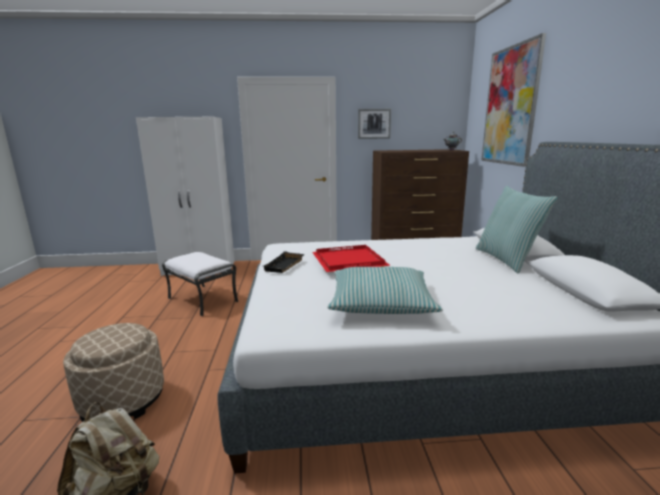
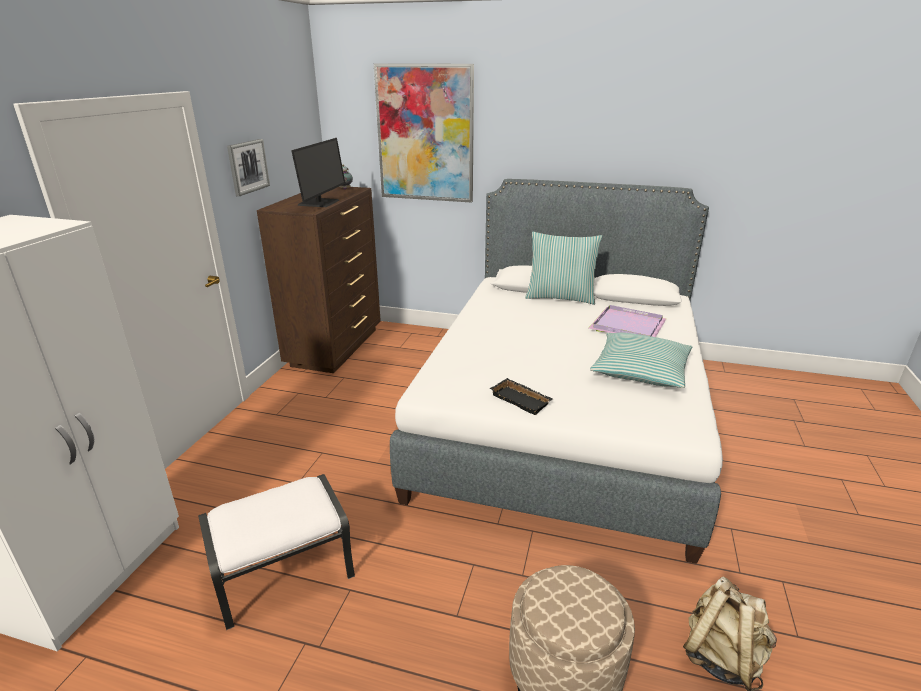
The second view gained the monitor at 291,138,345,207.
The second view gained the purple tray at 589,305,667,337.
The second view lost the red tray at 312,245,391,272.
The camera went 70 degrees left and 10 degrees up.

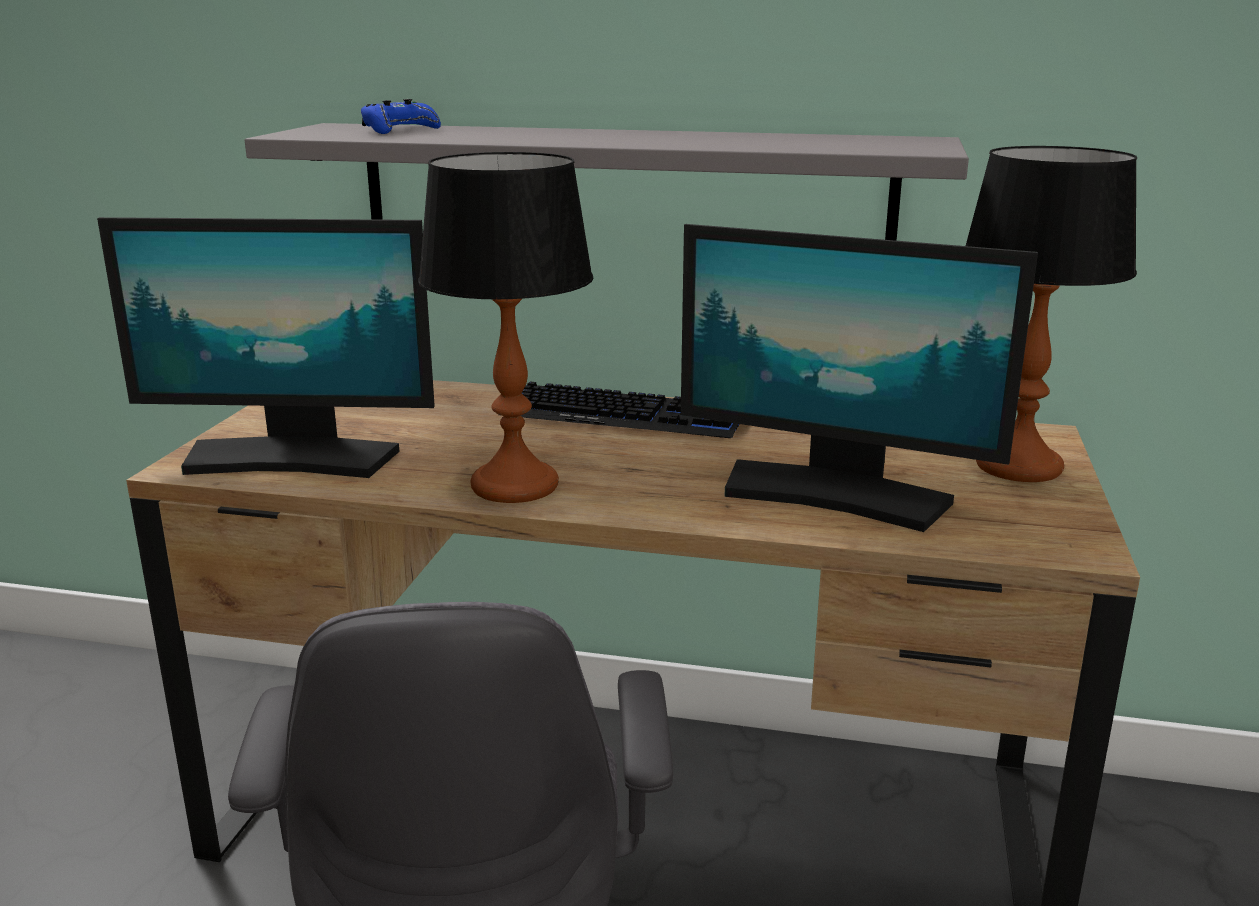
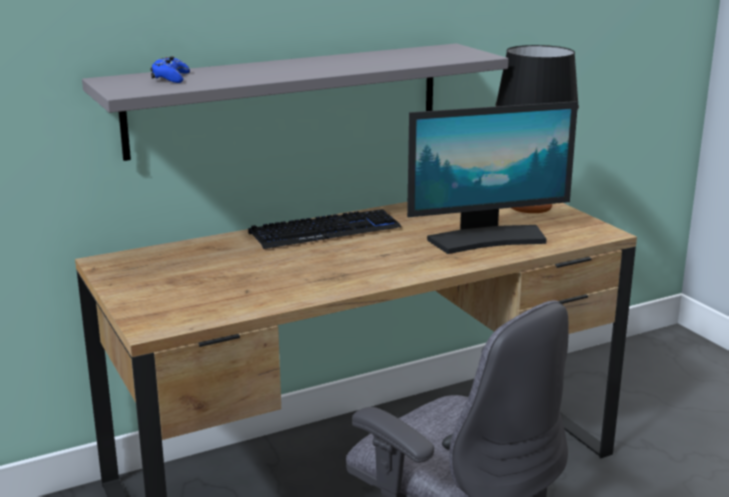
The second view lost the monitor at 97,217,435,478.
The second view lost the table lamp at 418,152,593,503.
The camera went 40 degrees left and 0 degrees up.

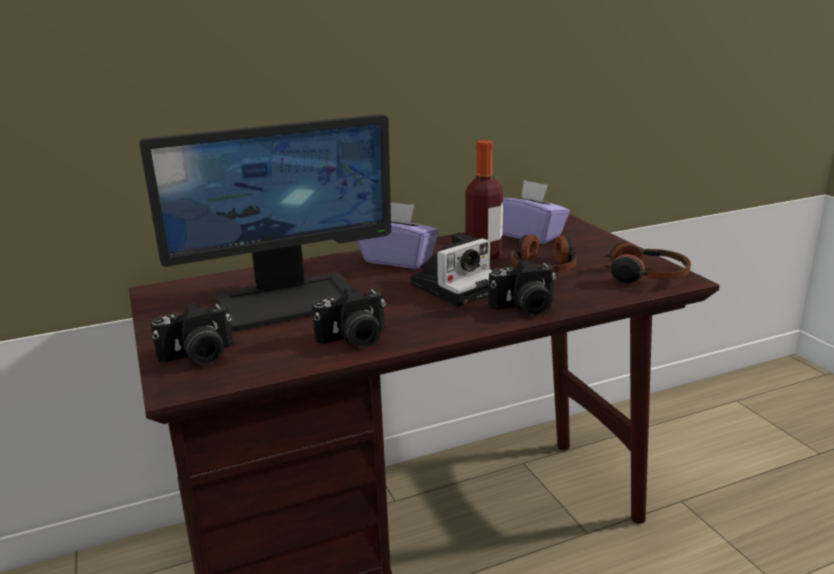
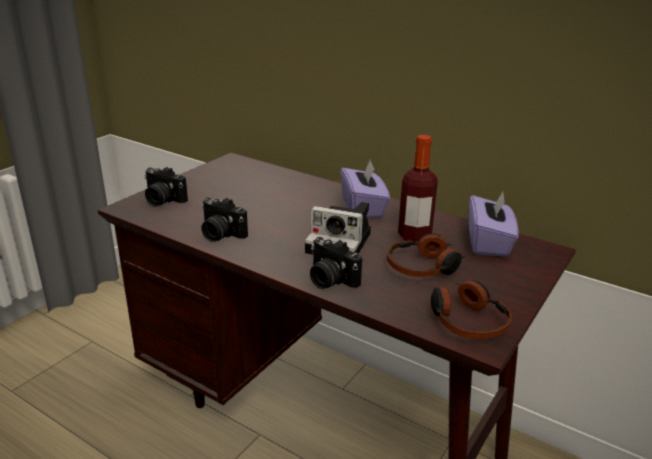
The second view lost the monitor at 139,114,391,331.
The camera went 55 degrees right and 5 degrees up.

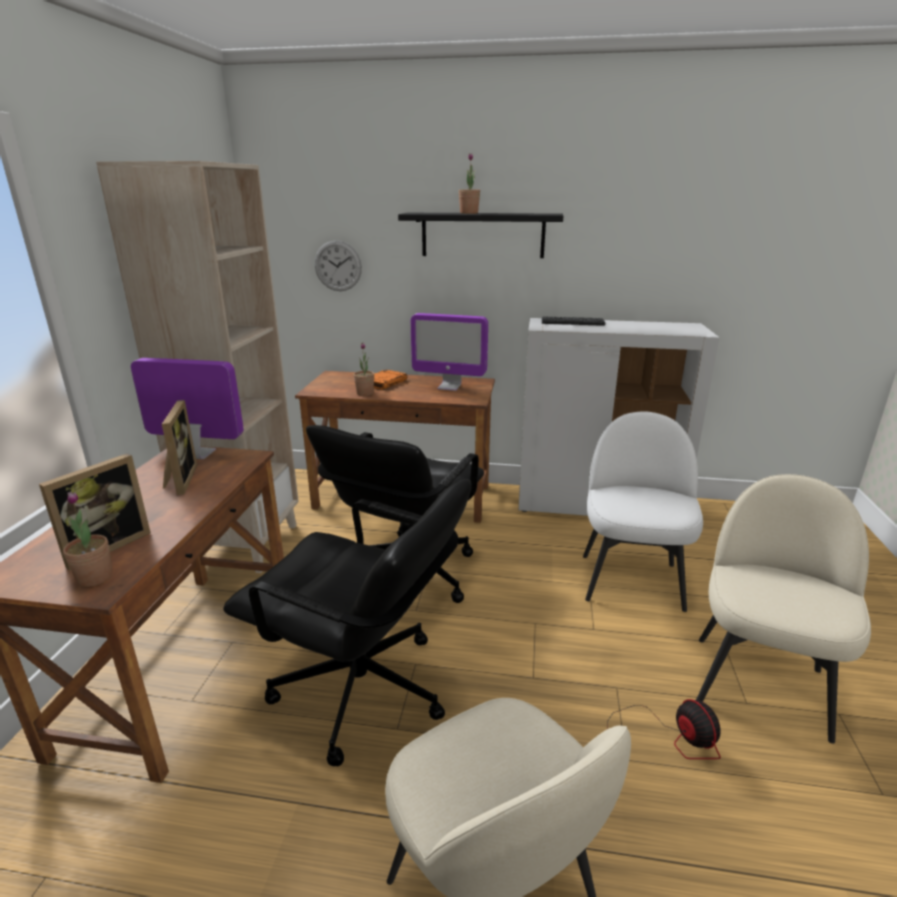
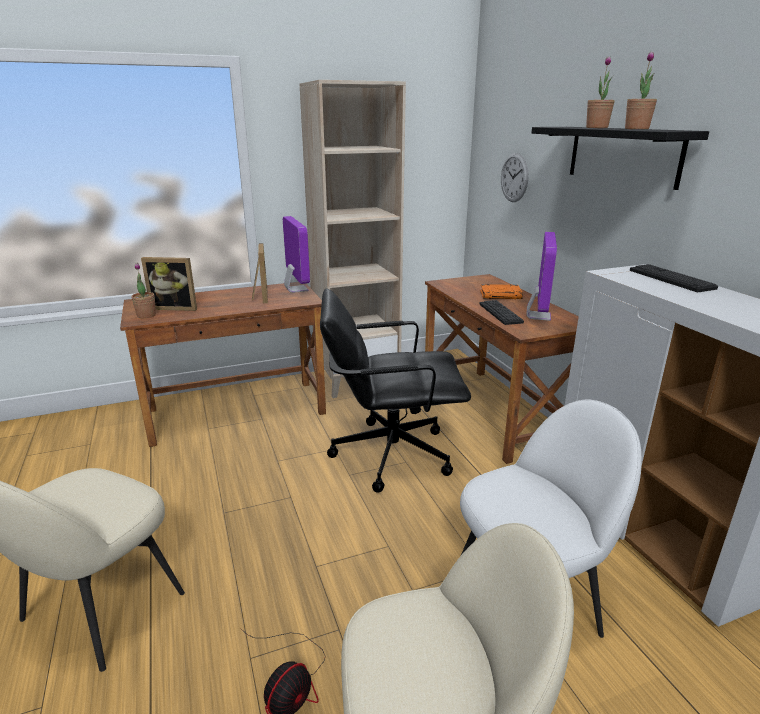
The picture frame at 162,400,197,495 ended up facing another way, 60 degrees counterclockwise from before.
The second view gained the keyboard at 479,300,524,325.
The monitor at 411,313,488,391 ended up facing another way, 150 degrees counterclockwise from before.
The potted plant ended up elsewhere, having gone from 354,343,374,396 to 625,51,657,129.
The second view lost the black office chair at 223,479,471,766.
The camera went 60 degrees right and 0 degrees up.

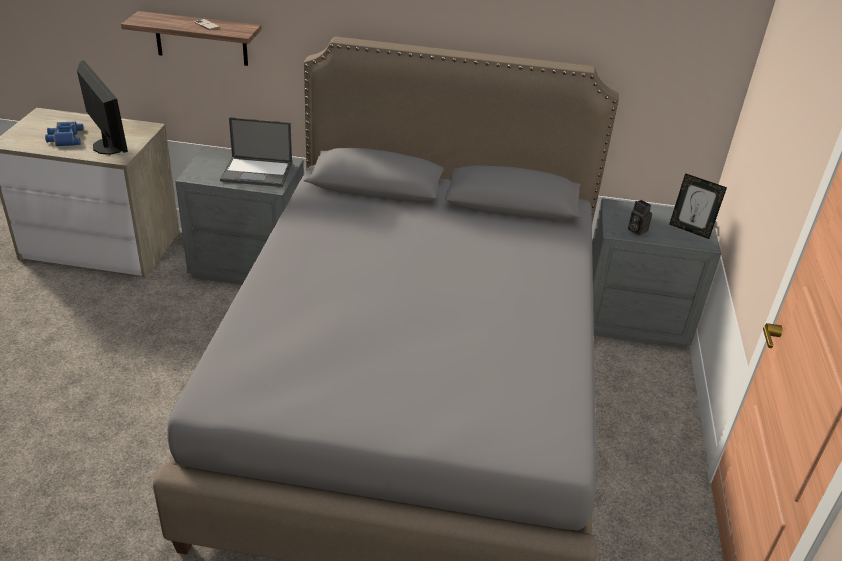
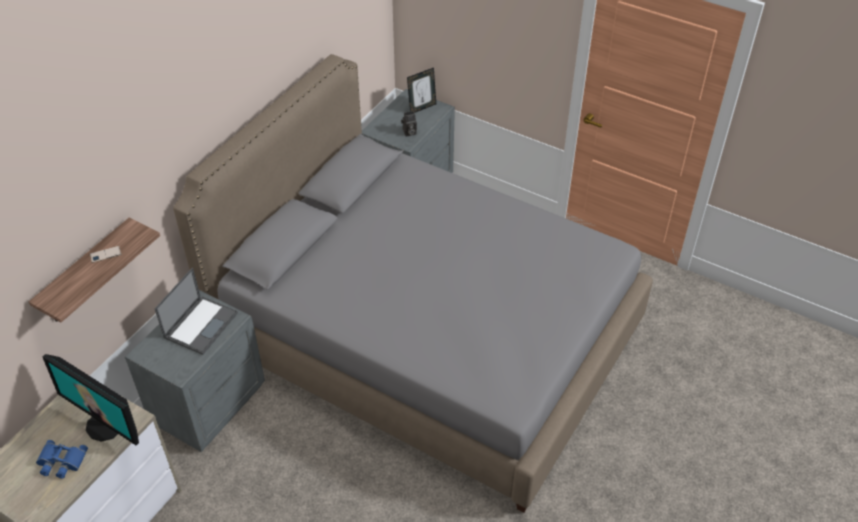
The monitor at 77,60,128,155 ended up facing another way, 135 degrees counterclockwise from before.
The camera went 65 degrees left and 10 degrees up.

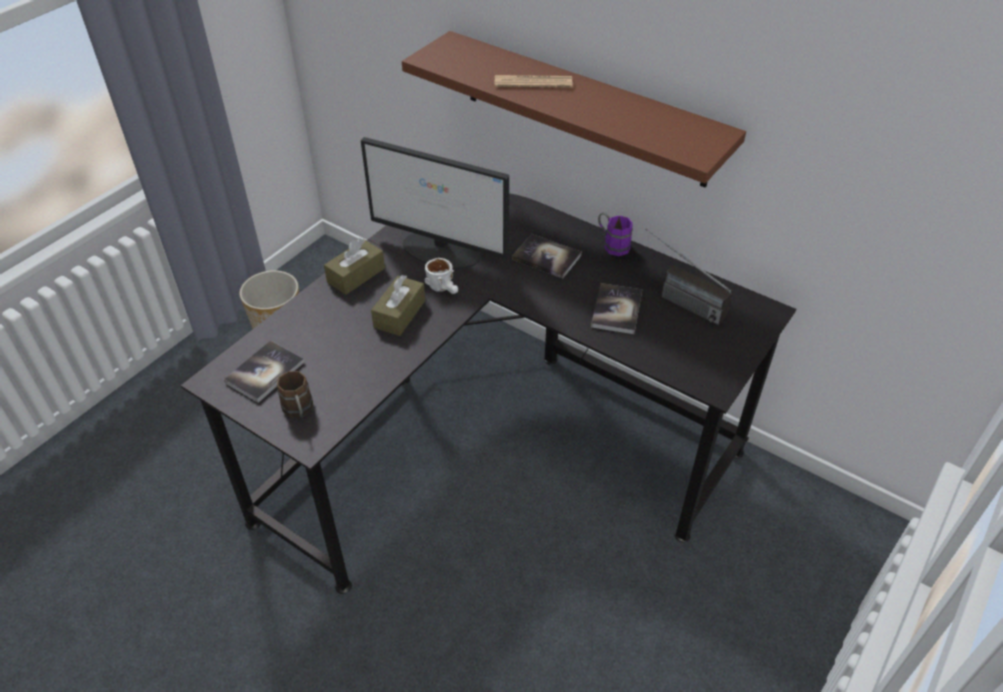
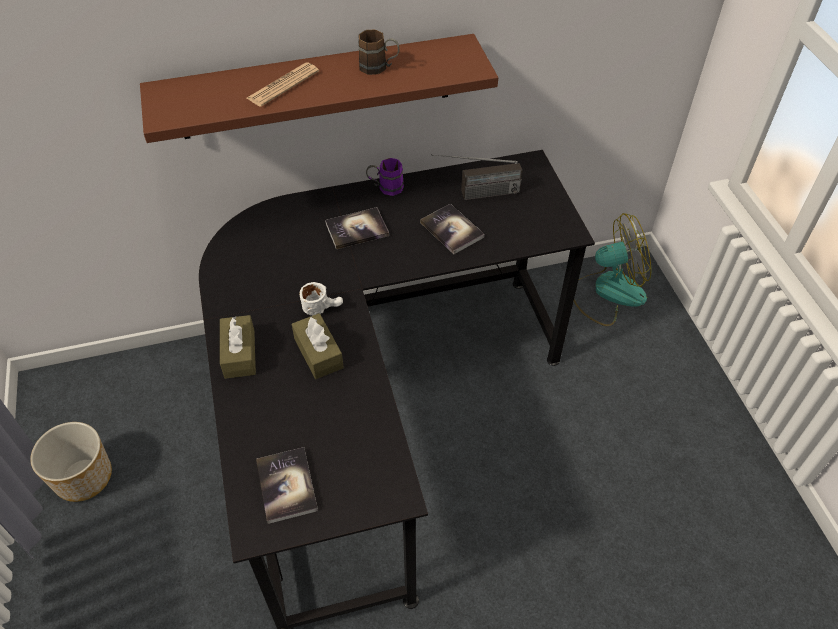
The brown mug ended up elsewhere, having gone from 277,371,313,418 to 358,29,400,75.
The second view gained the fan at 574,213,651,326.
The second view lost the monitor at 361,137,509,269.
The camera went 50 degrees left and 5 degrees up.

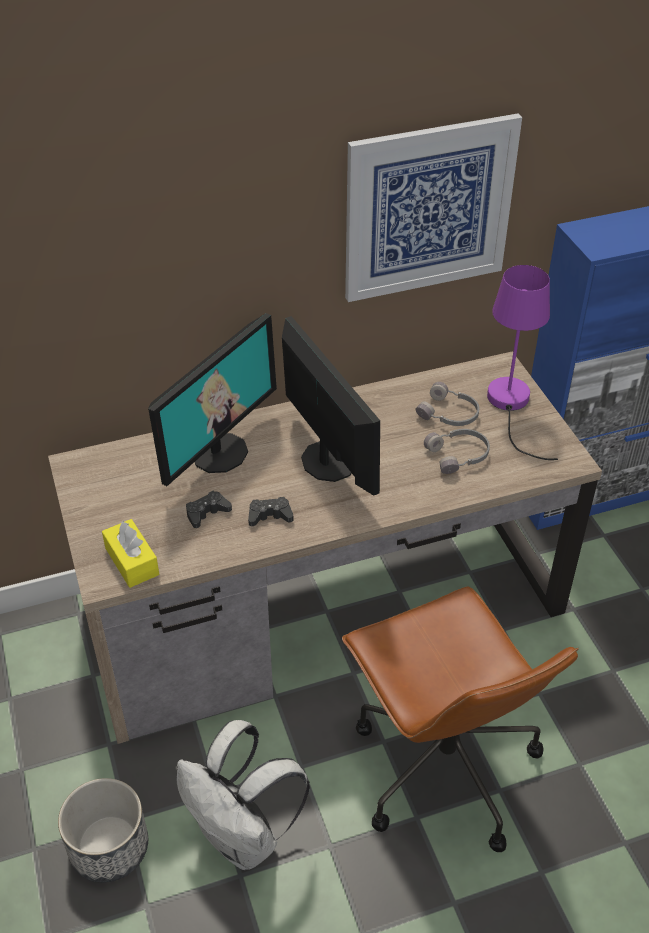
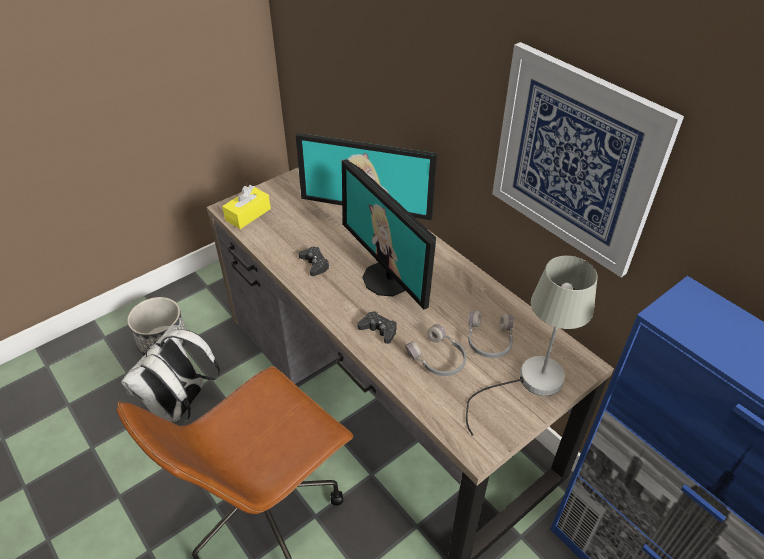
The monitor at 282,316,380,496 ended up facing another way, 105 degrees clockwise from before.
The black game controller ended up elsewhere, having gone from 186,491,232,528 to 358,311,397,344.
What was the purple table lamp at 487,265,558,460 turned into the grey table lamp at 466,256,597,436.
The camera went 70 degrees right and 0 degrees up.

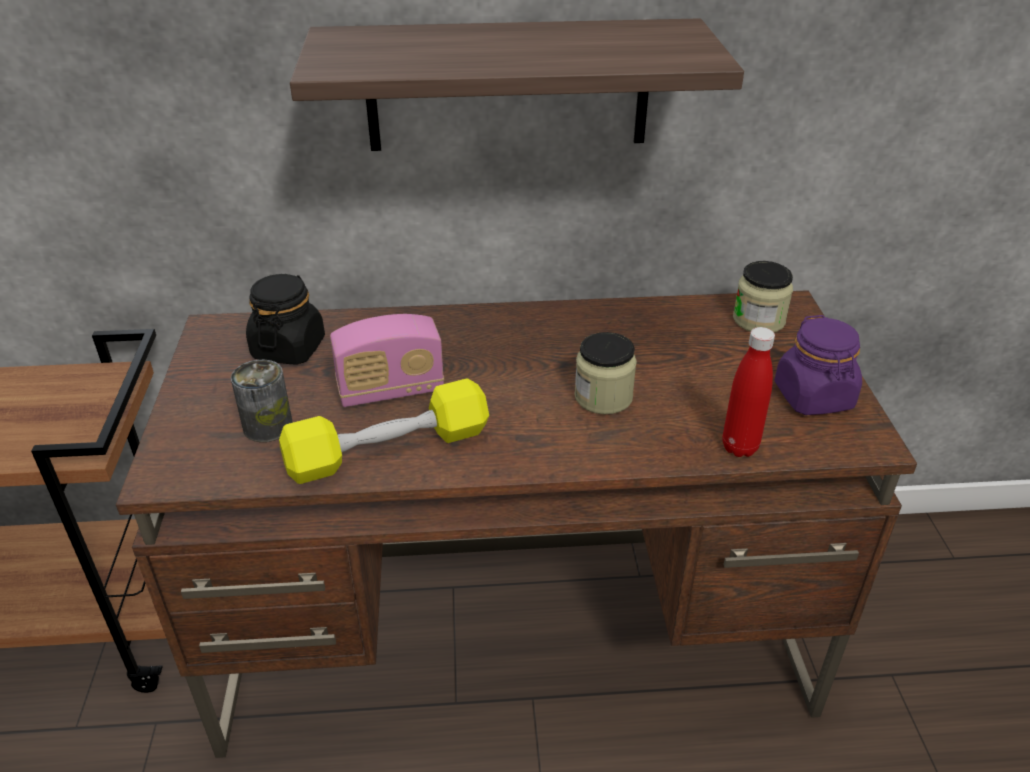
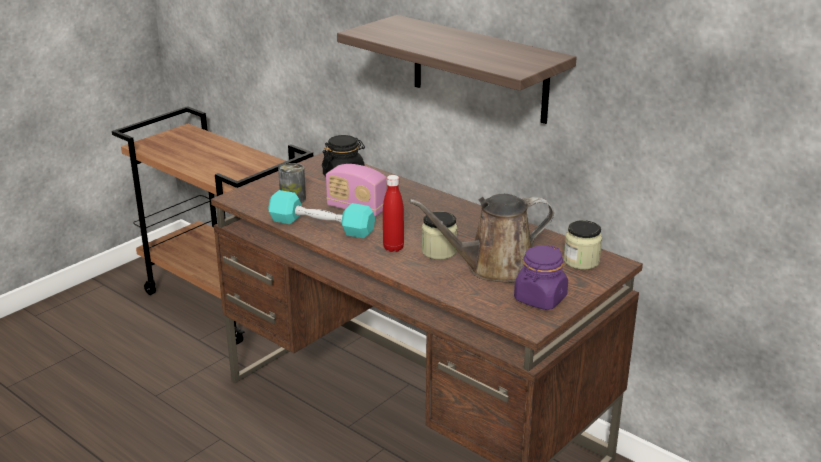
What was the yellow dumbbell at 279,378,489,484 turned into the turquoise dumbbell at 268,190,375,238.
The red bottle ended up elsewhere, having gone from 722,327,775,457 to 383,175,404,252.
The second view gained the brown watering can at 409,194,554,283.
The camera went 45 degrees right and 10 degrees down.

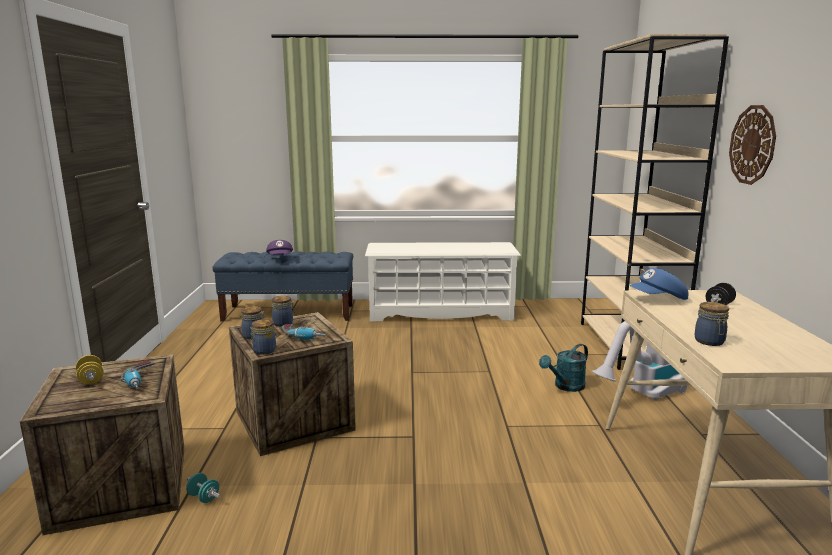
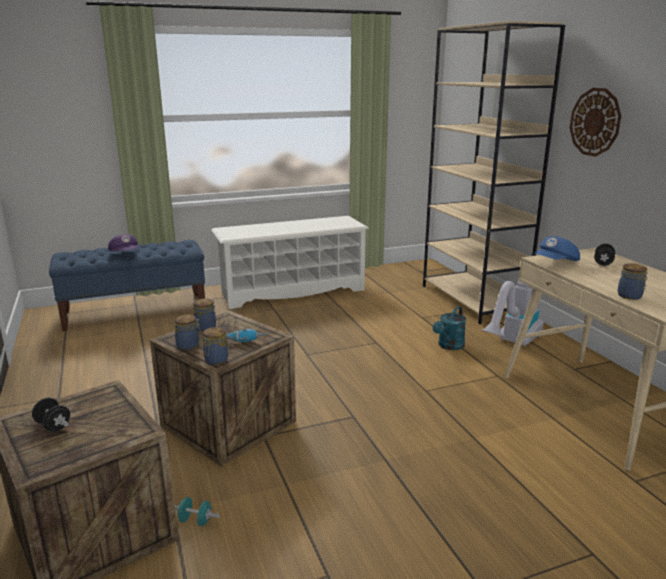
What was the yellow dumbbell at 76,355,104,385 turned into the black dumbbell at 32,398,70,432.
The second view lost the power drill at 121,361,155,389.
The camera went 20 degrees left and 5 degrees up.

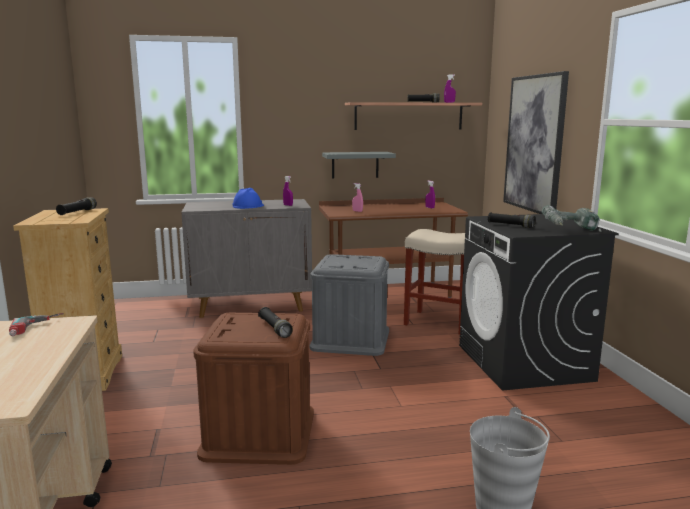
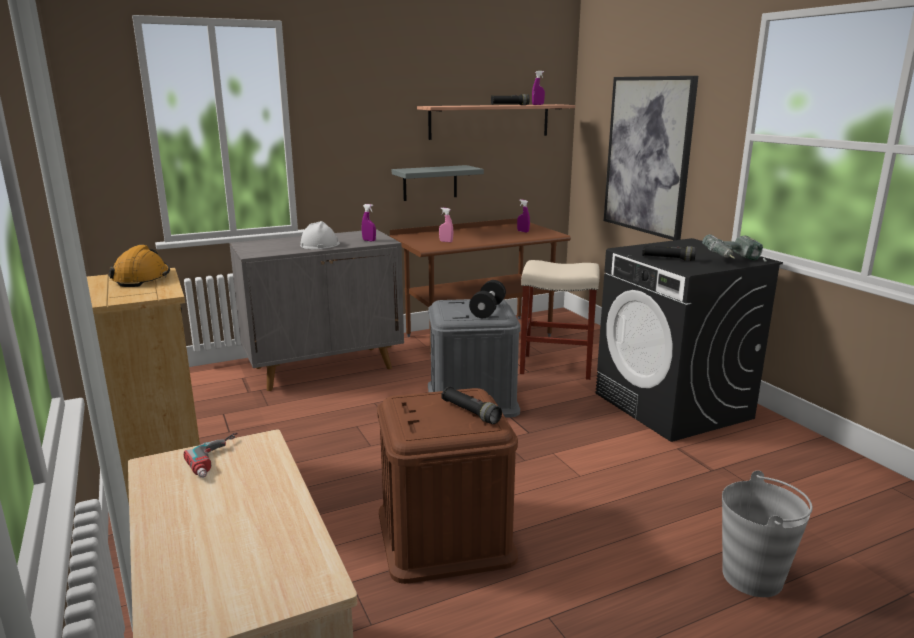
Where the black flashlight stood at 56,197,97,215, the orange hard hat came to stand at 109,245,170,287.
What was the blue hard hat at 233,188,264,209 turned into the white hard hat at 300,221,340,249.
The second view gained the black dumbbell at 469,280,506,318.
The camera went 15 degrees left and 5 degrees up.

